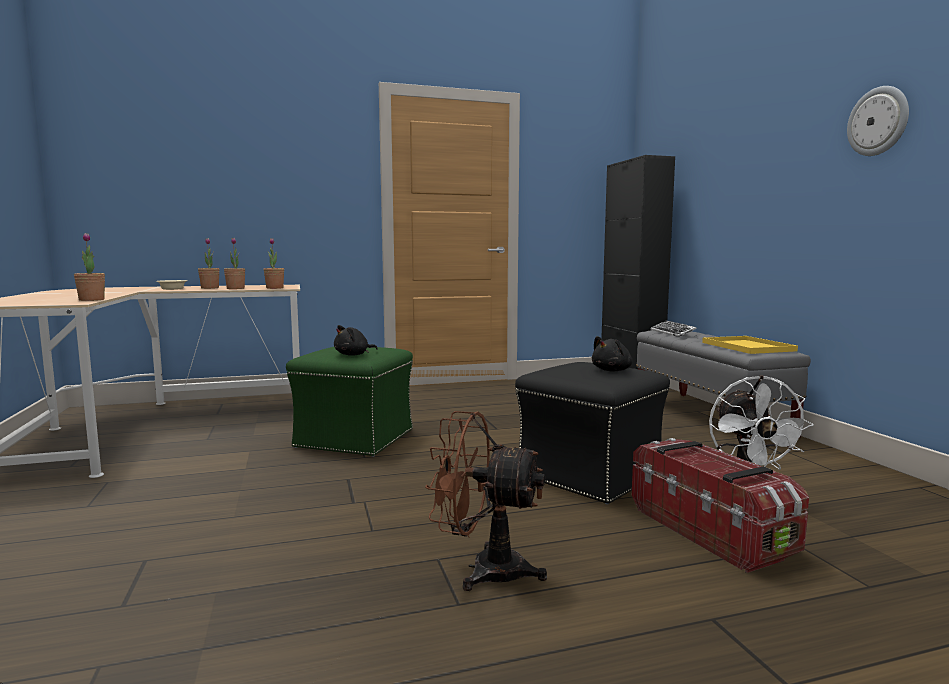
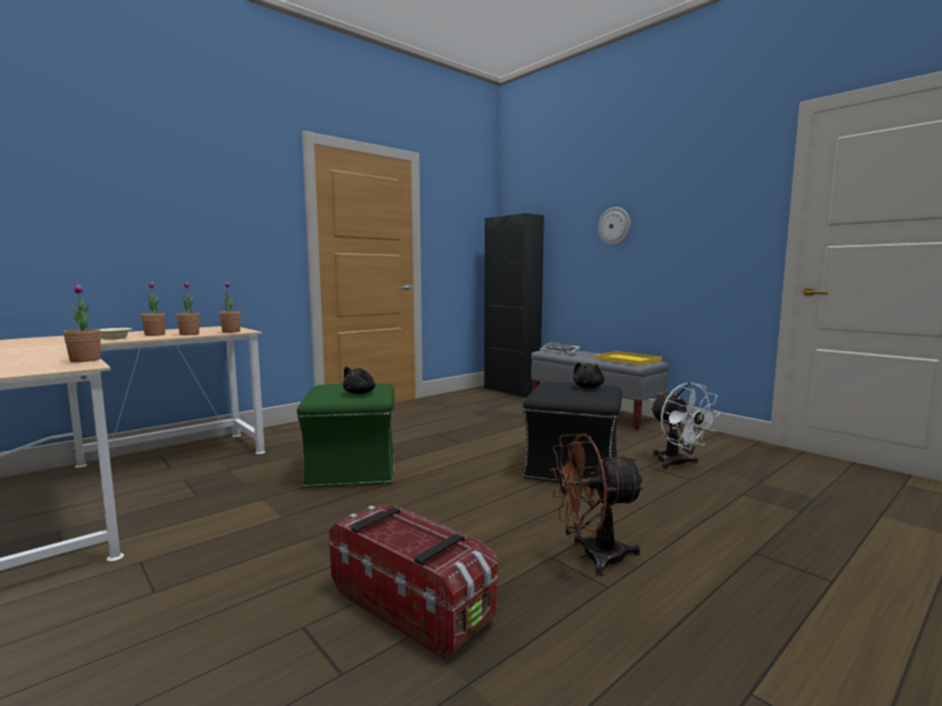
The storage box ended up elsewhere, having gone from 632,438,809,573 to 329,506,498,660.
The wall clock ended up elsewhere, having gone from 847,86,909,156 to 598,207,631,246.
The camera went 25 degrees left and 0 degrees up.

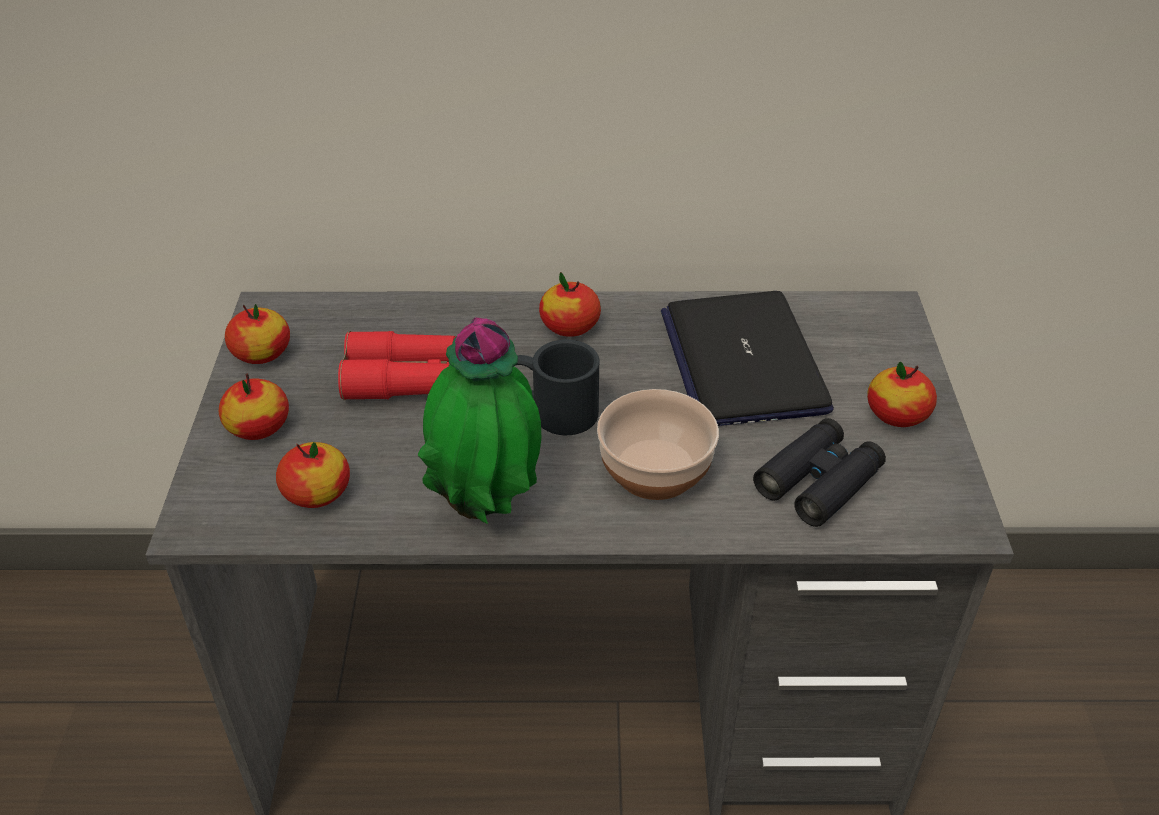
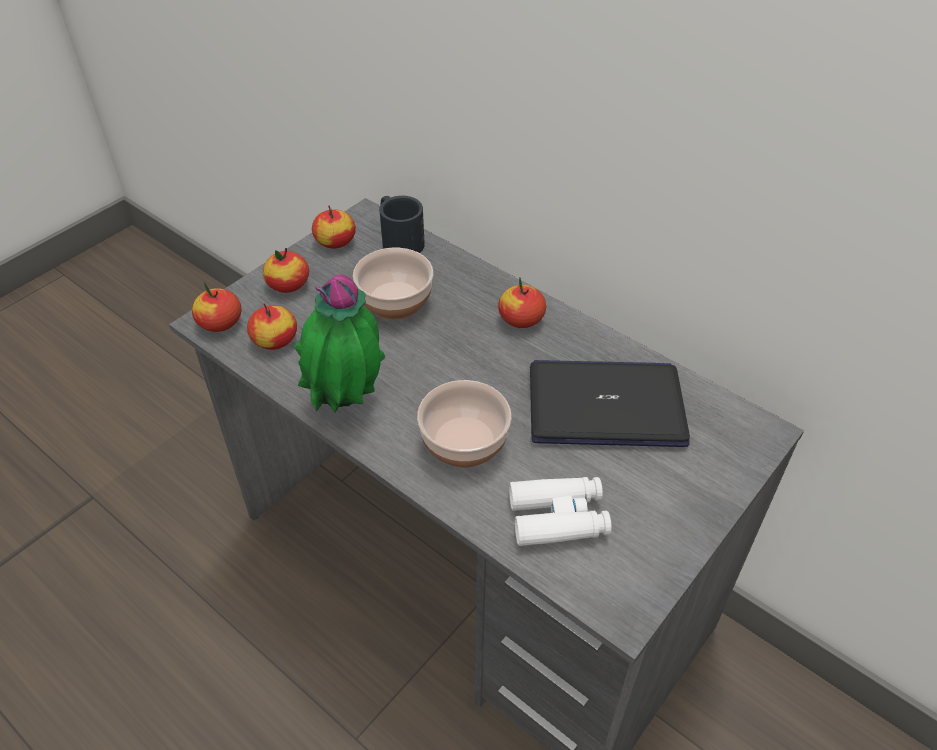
The apple ended up elsewhere, having gone from 867,362,937,427 to 192,282,241,332.
Where the red binoculars stood at 338,331,456,400, the bowl came to stand at 353,248,433,320.
The black mug ended up elsewhere, having gone from 516,340,600,435 to 379,196,425,253.
What was the black binoculars at 753,418,886,527 turned into the white binoculars at 509,477,612,546.
The laptop at 661,291,834,426 ended up facing another way, 60 degrees clockwise from before.
The camera went 40 degrees right and 5 degrees up.

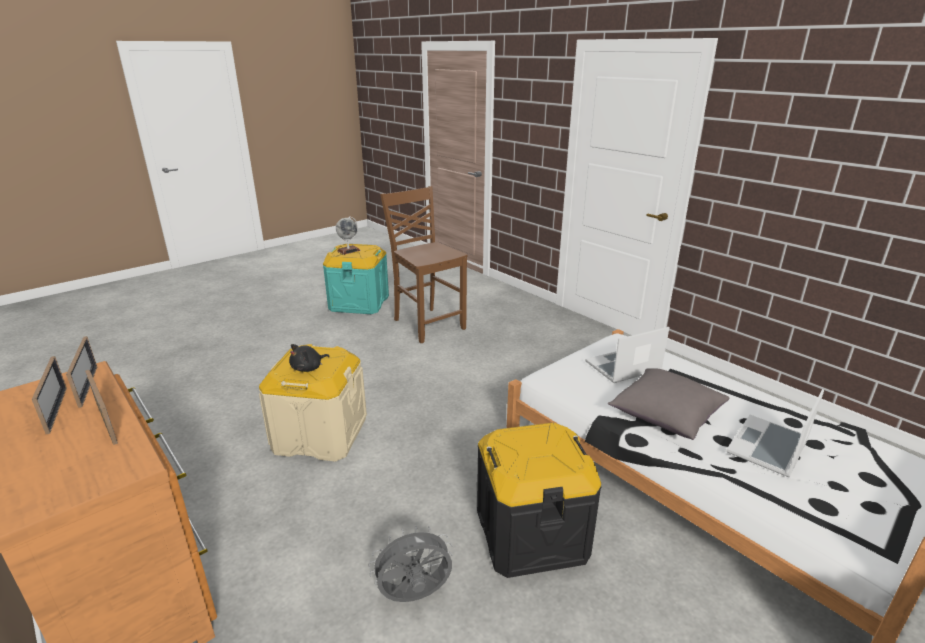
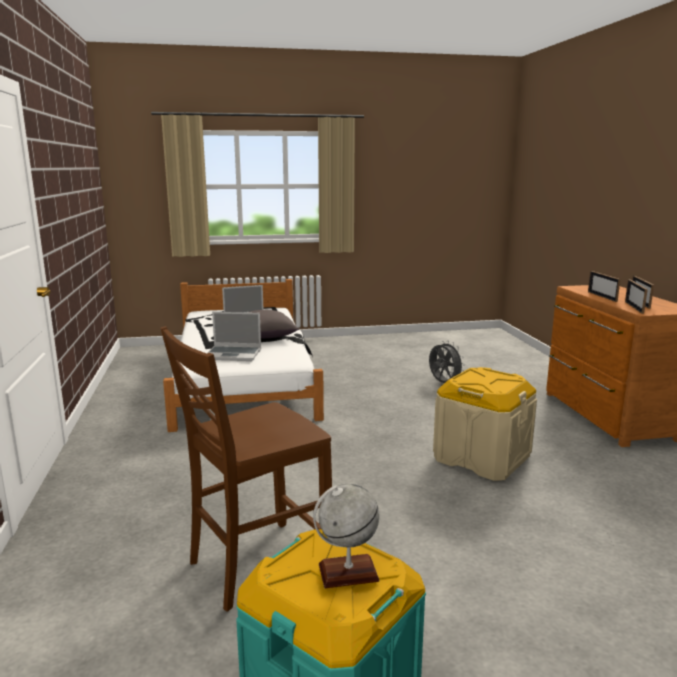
The brown chair at 380,186,467,343 ended up facing another way, 60 degrees clockwise from before.
The grey fan at 369,526,453,602 ended up facing another way, 135 degrees counterclockwise from before.
The second view lost the black plush toy at 289,344,330,372.
The second view lost the black storage box at 477,423,601,578.
The camera went 150 degrees left and 10 degrees down.

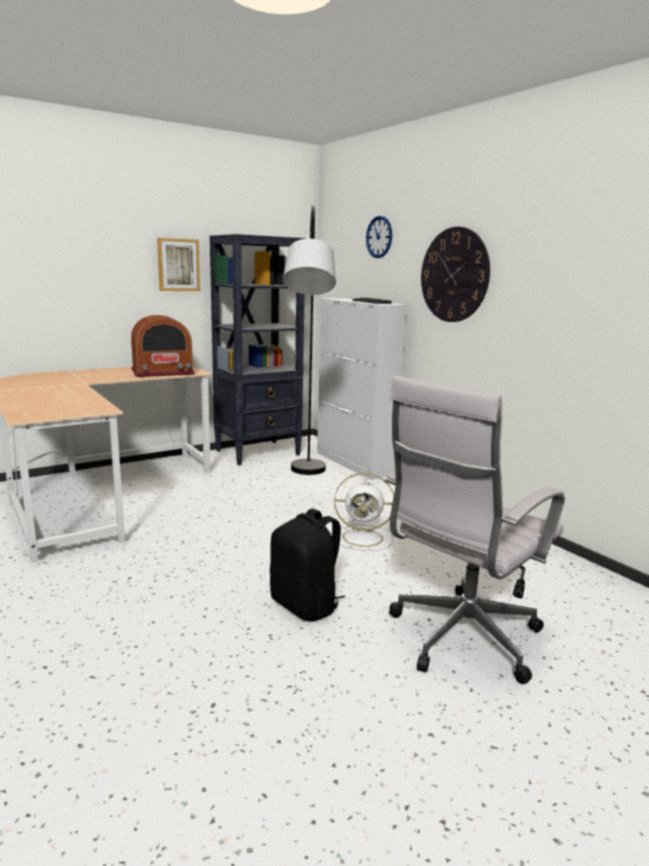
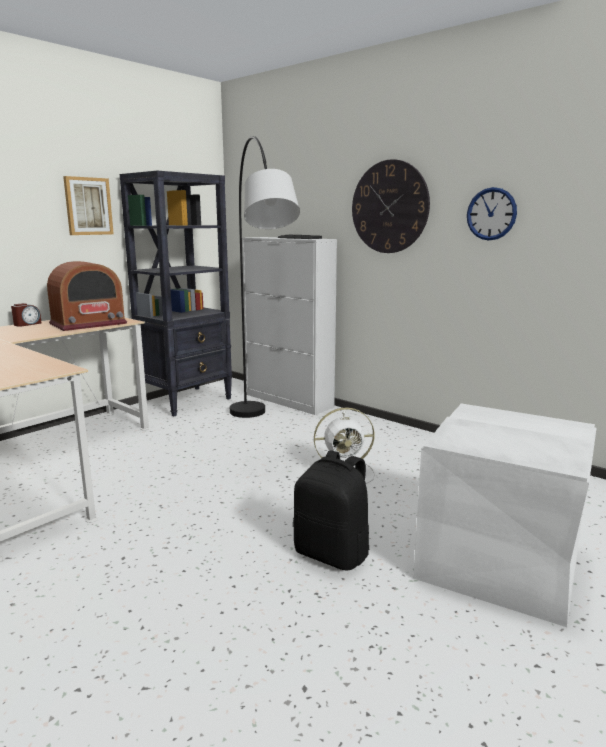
The second view gained the alarm clock at 11,303,42,327.
Where the white office chair stood at 385,376,565,684, the white storage box came to stand at 413,403,596,627.
The wall clock ended up elsewhere, having gone from 366,216,392,258 to 467,187,517,240.
The camera went 15 degrees left and 0 degrees up.

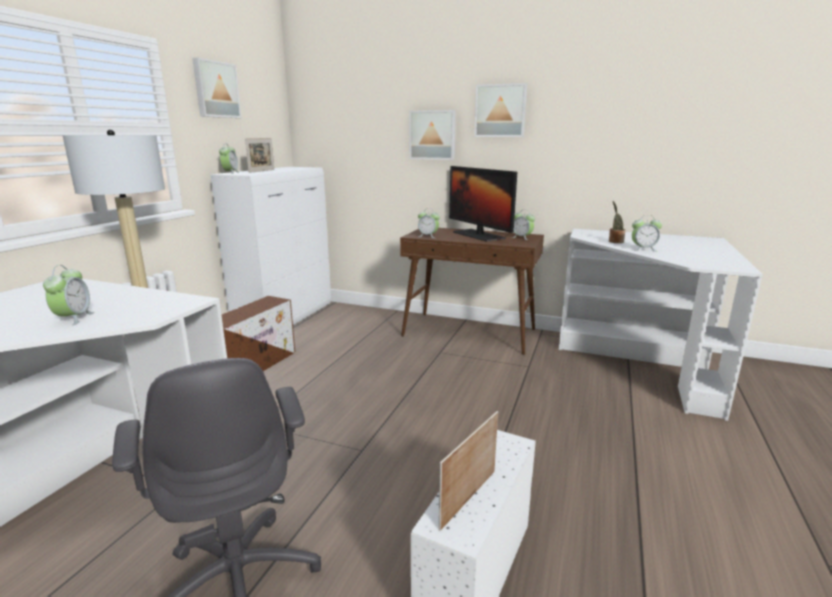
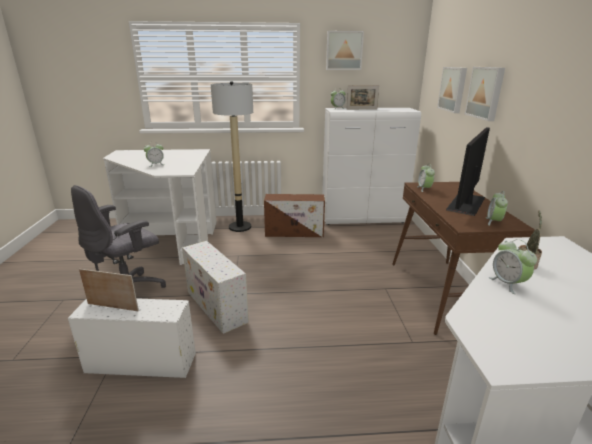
The second view gained the white storage box at 182,241,249,334.
The picture ended up elsewhere, having gone from 474,83,527,137 to 437,67,467,113.
The camera went 65 degrees right and 5 degrees up.

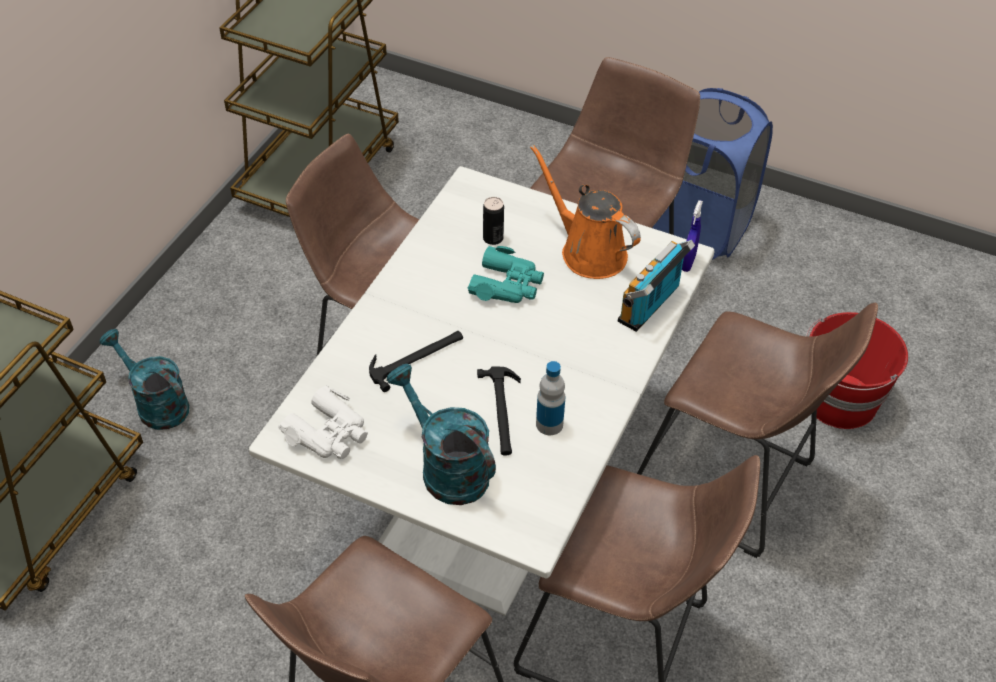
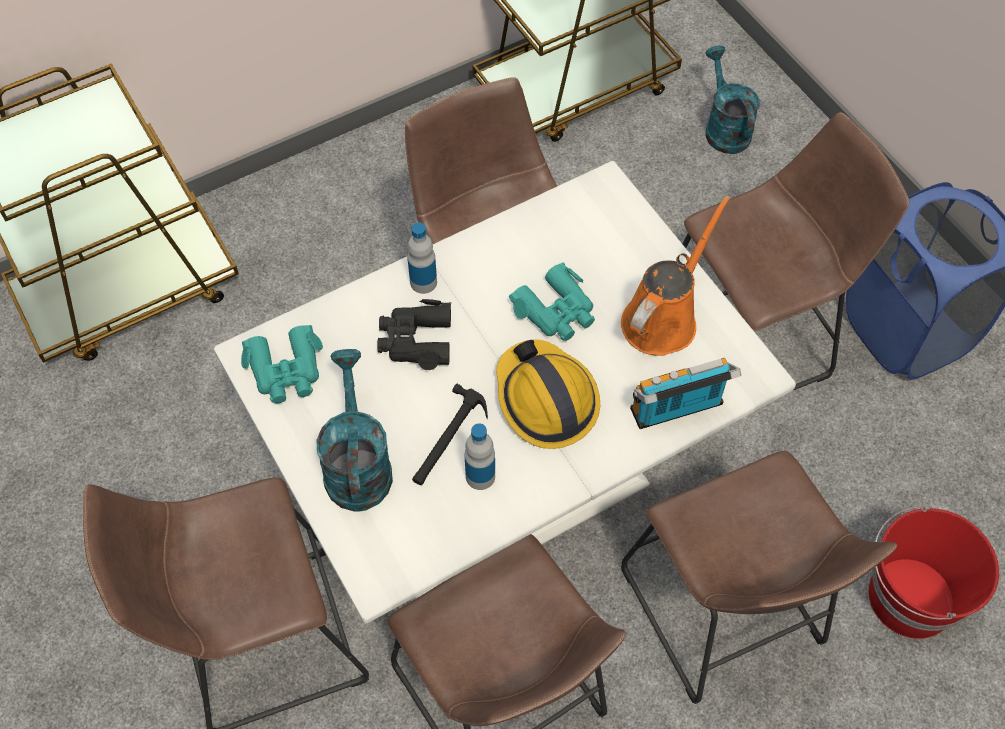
What was the white binoculars at 278,385,368,459 turned into the turquoise binoculars at 241,325,323,403.
Where the hammer stood at 369,331,463,392, the black binoculars came to stand at 377,299,451,370.
The second view gained the bottle at 407,222,437,294.
The second view gained the hard hat at 496,339,600,449.
The orange watering can at 530,144,641,279 ended up facing another way, 45 degrees clockwise from before.
The turquoise watering can ended up elsewhere, having gone from 100,329,189,430 to 705,45,760,154.
The second view lost the can at 483,197,504,245.
The second view lost the blue spray bottle at 682,200,703,272.
The camera went 35 degrees right and 10 degrees up.

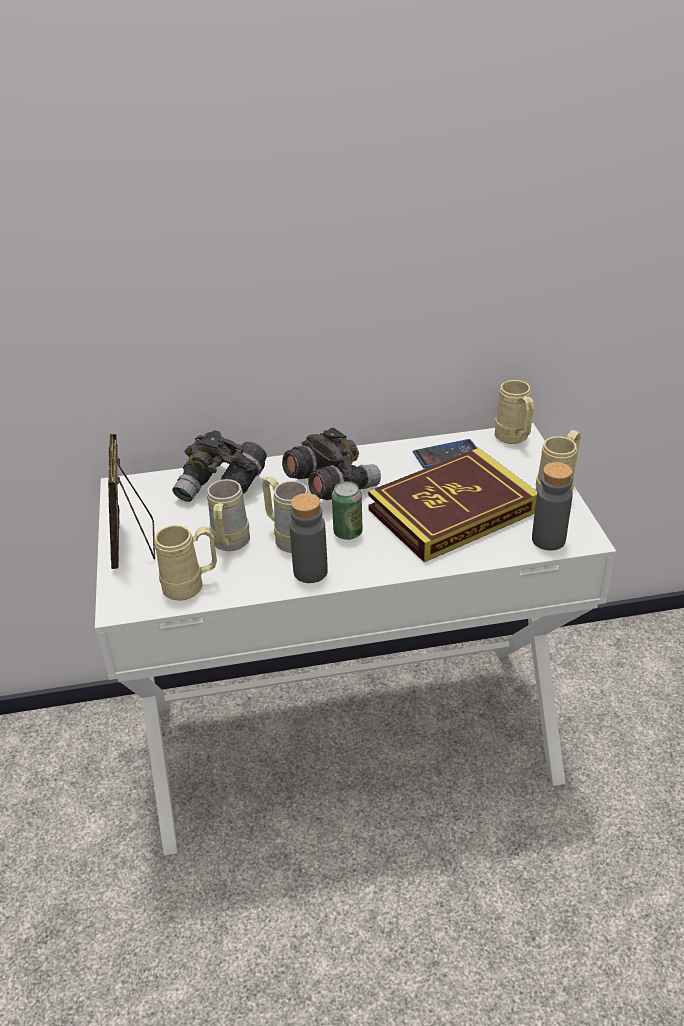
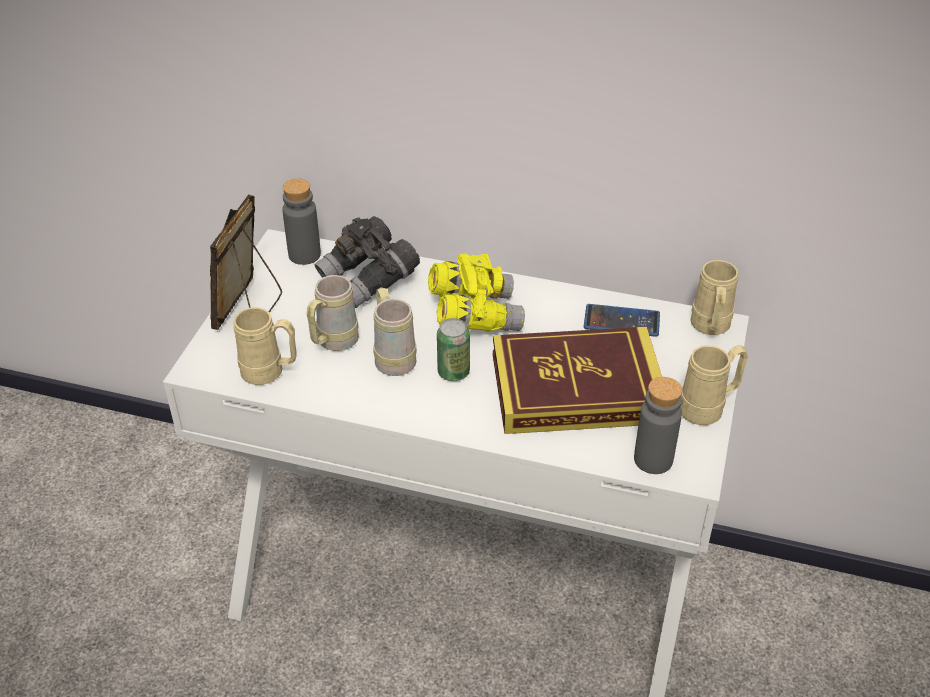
The grey bottle ended up elsewhere, having gone from 290,493,328,583 to 282,178,321,265.
What was the grey binoculars at 282,428,381,500 turned into the yellow binoculars at 428,254,525,332.
The camera went 25 degrees right and 5 degrees up.

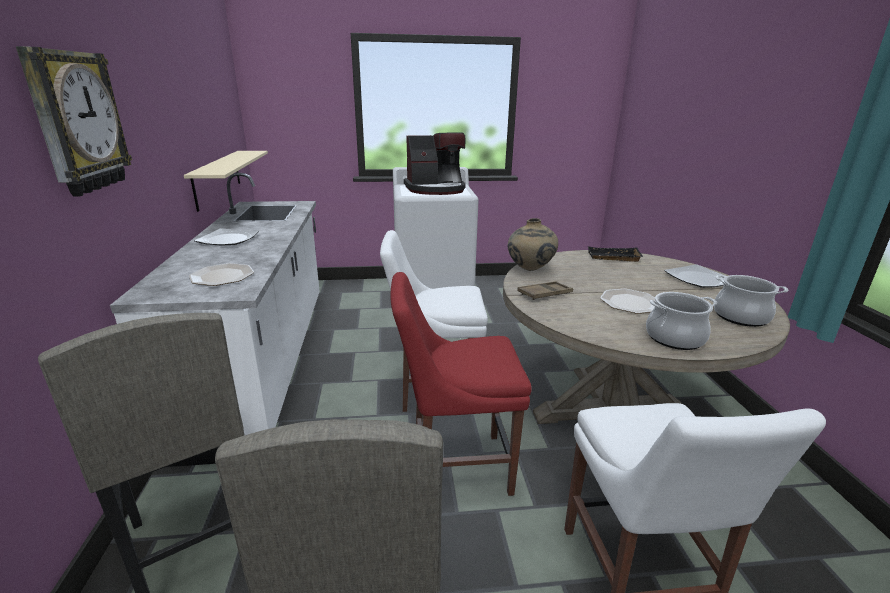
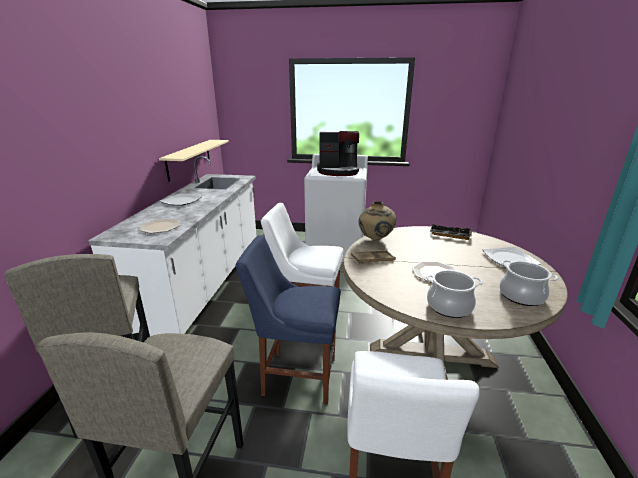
What was the red chair at 390,272,532,496 turned into the blue chair at 235,235,341,404.
The second view lost the wall clock at 16,46,132,197.
The camera went 15 degrees right and 0 degrees up.

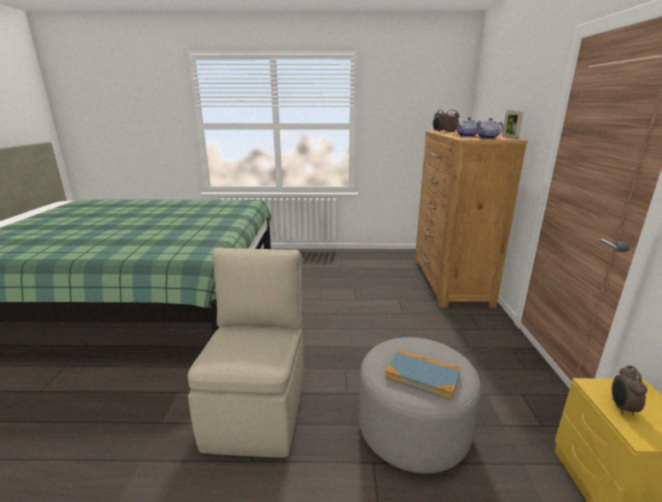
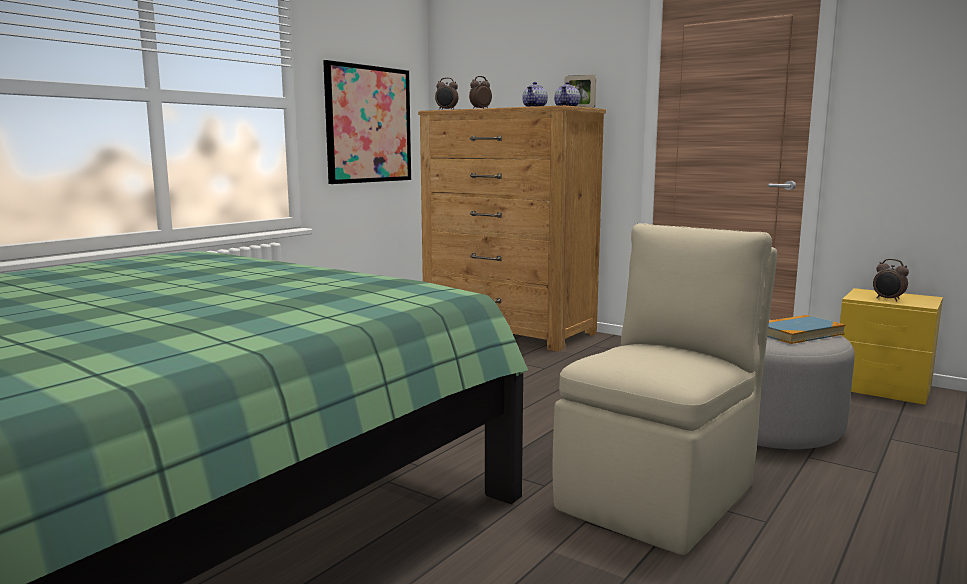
The second view gained the picture at 323,60,411,184.
The beige chair at 188,248,304,458 ended up facing another way, 90 degrees clockwise from before.
The camera went 55 degrees left and 10 degrees down.

